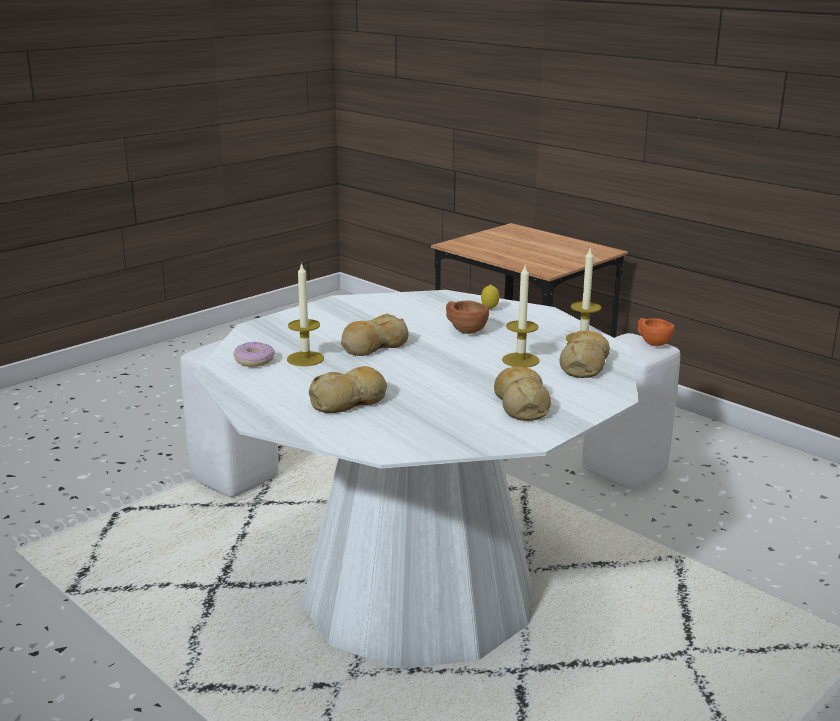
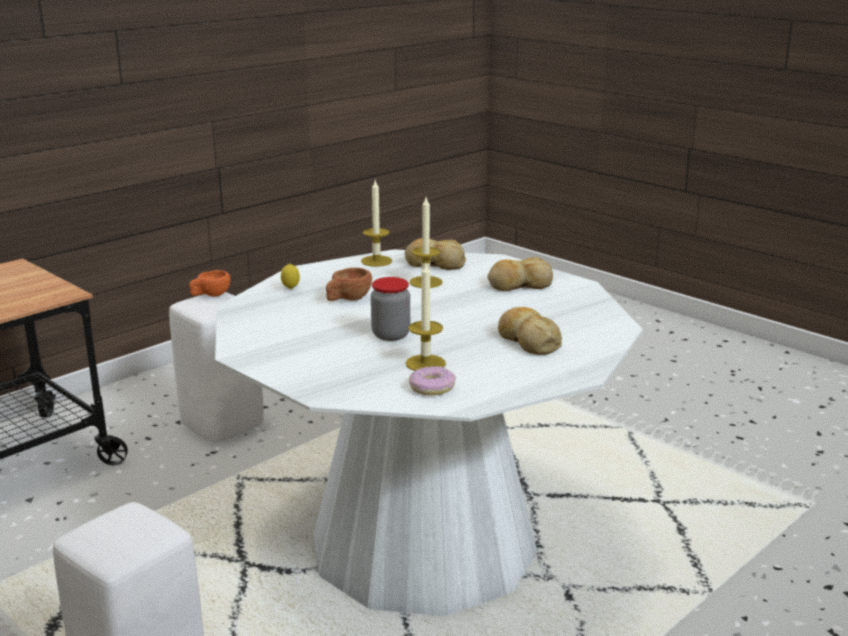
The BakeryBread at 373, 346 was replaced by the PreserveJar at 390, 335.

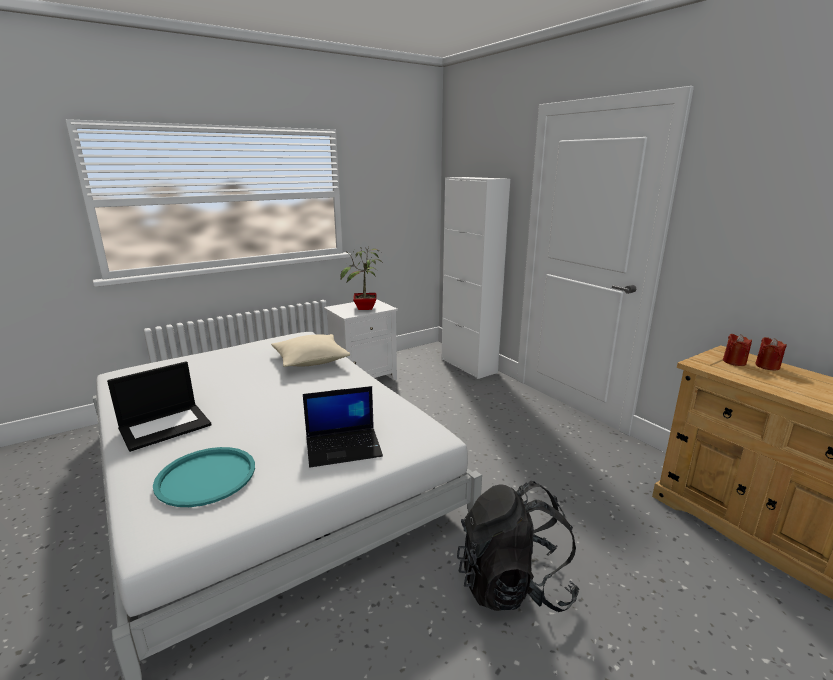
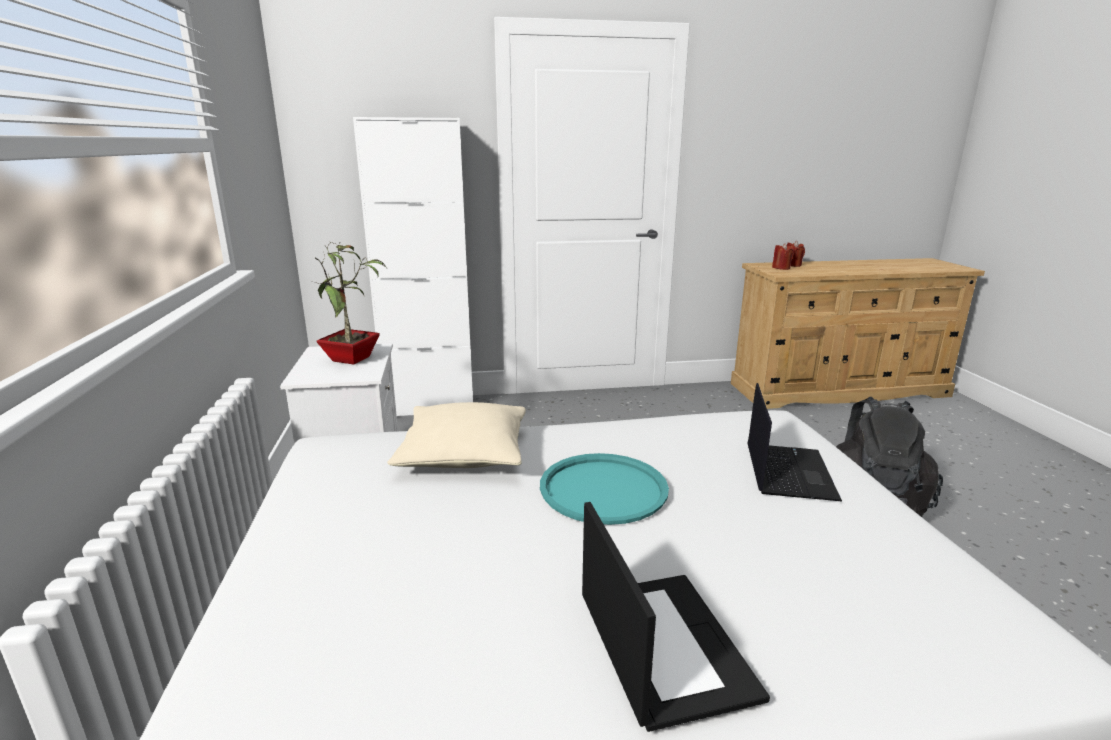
The TurquoiseColouredTray moved from 206, 477 to 603, 489.

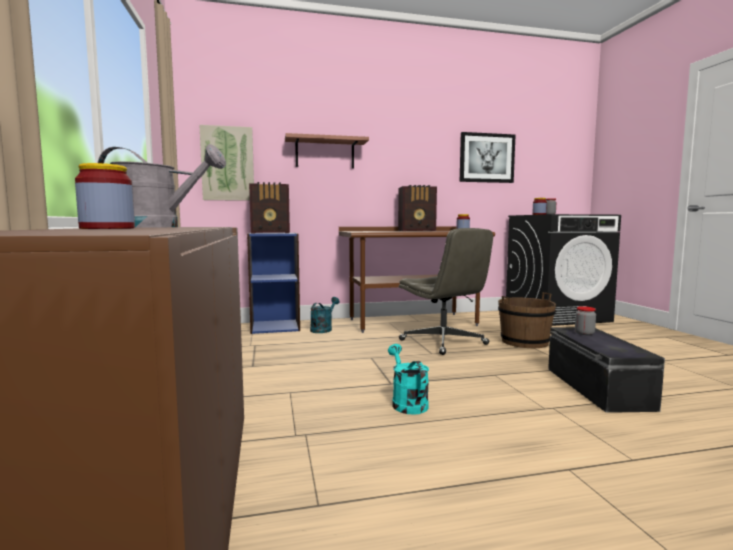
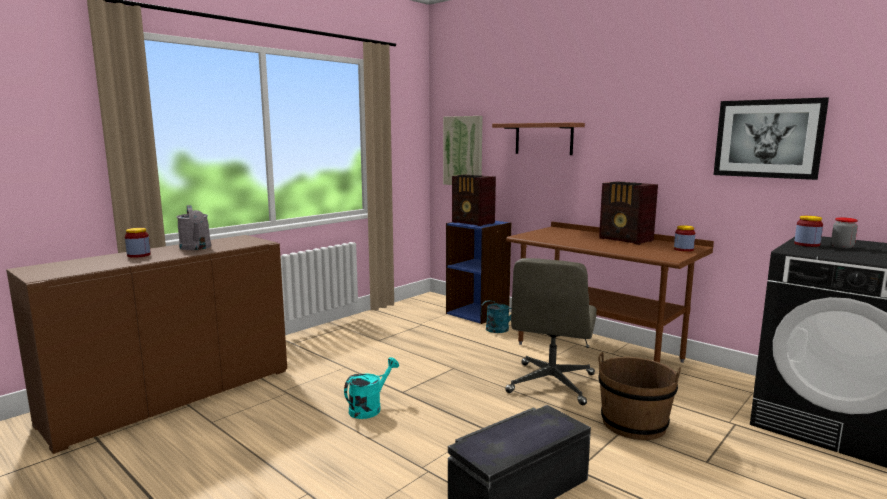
The PreserveJar at 584, 333 disappeared.

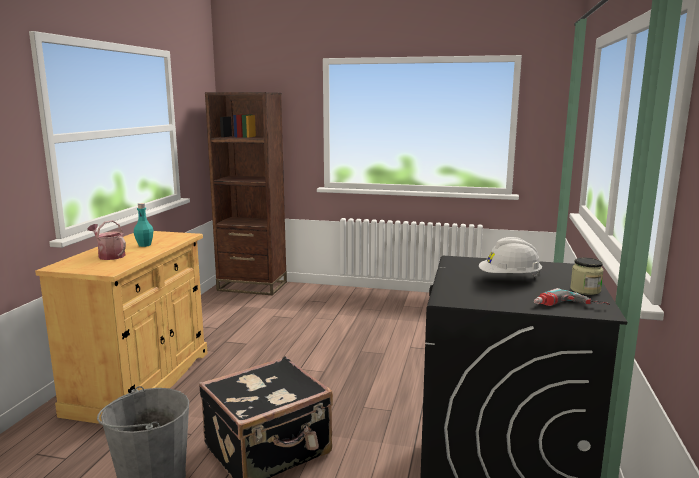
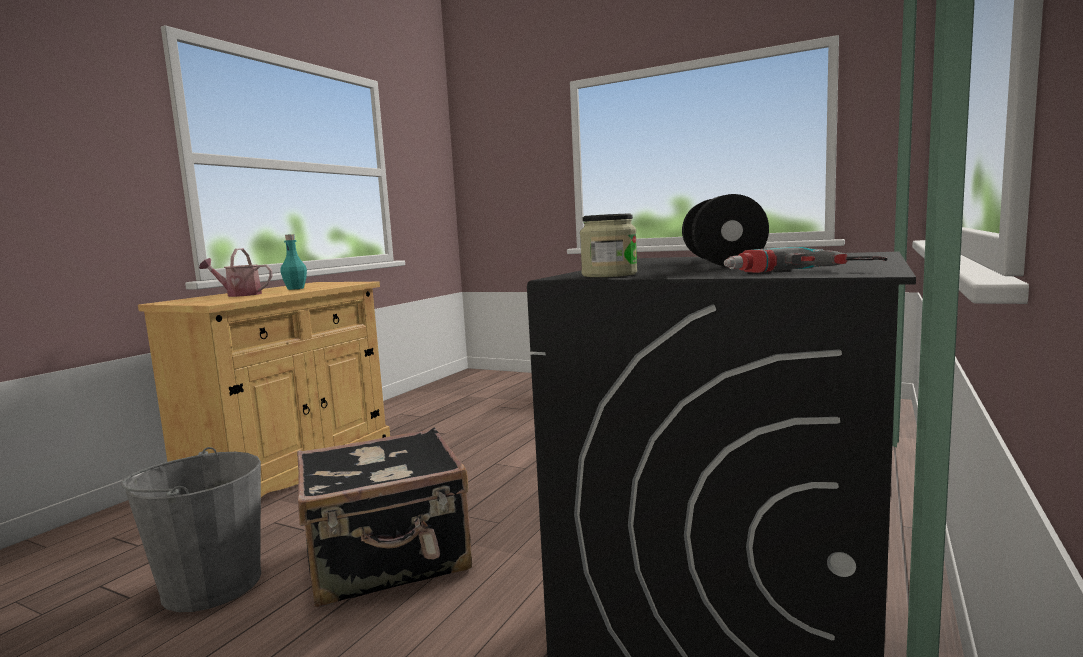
The BrownishBookshelf at 252, 286 disappeared. The WateringCan at 109, 255 turned 45 degrees counterclockwise. The WhiteHardHat at 509, 278 was replaced by the BlackFreeWeight at 720, 262. The PreserveJar moved from 585, 290 to 609, 275.

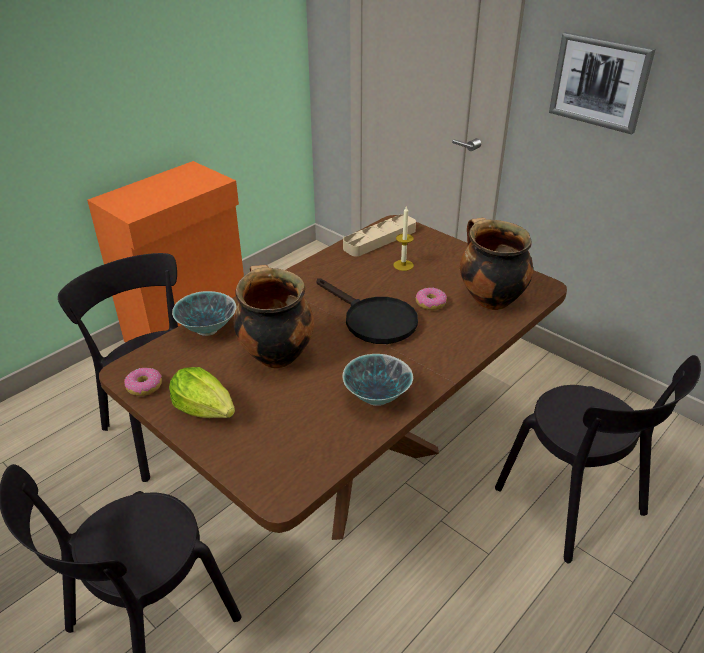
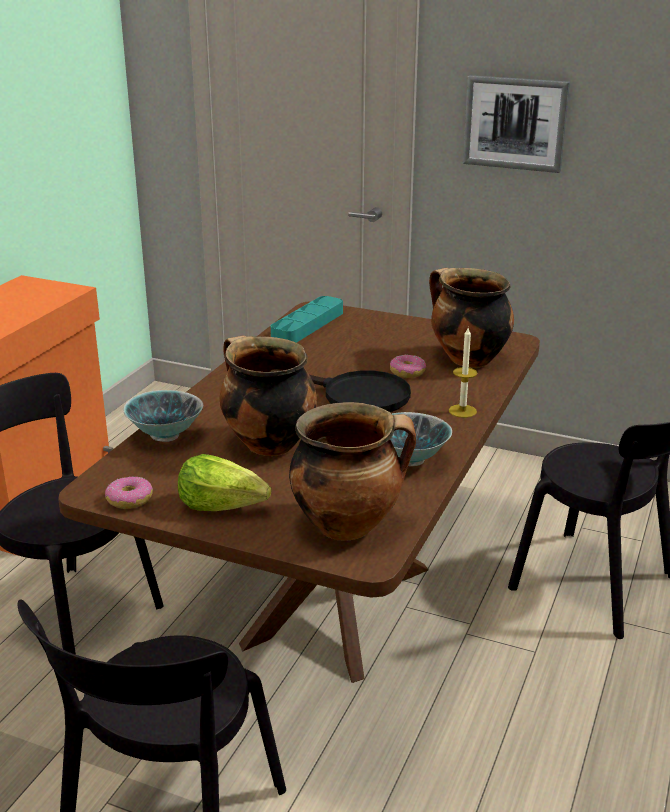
The WaxLight moved from 403, 265 to 462, 411. The SandColouredTray at 380, 239 became the TurquoiseColouredTray at 307, 325. The CookingPot at 348, 525 appeared.

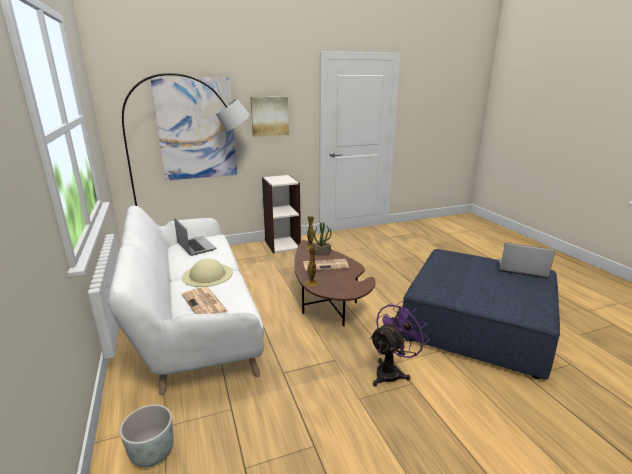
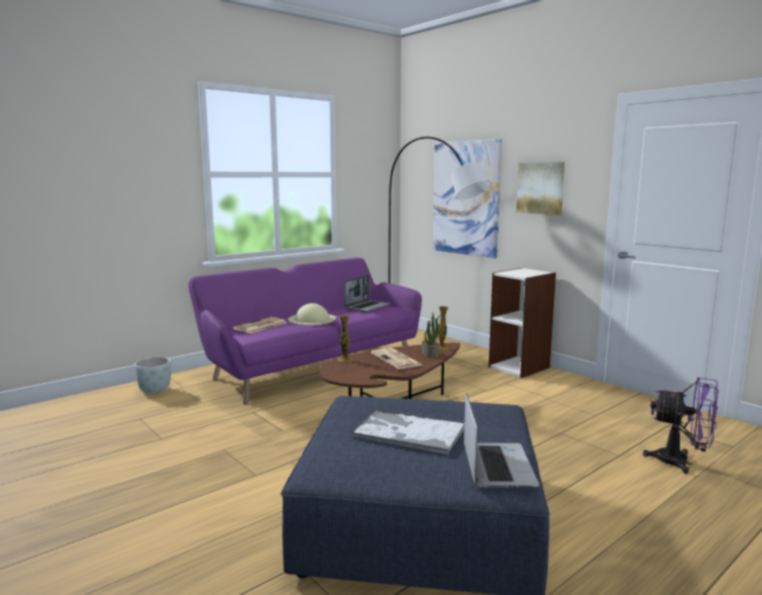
The WhiteSettee at 193, 323 became the PurpleColouredSettee at 311, 367. The PurpleColouredCoolingFan moved from 392, 371 to 681, 462. The Tray at 408, 432 appeared.

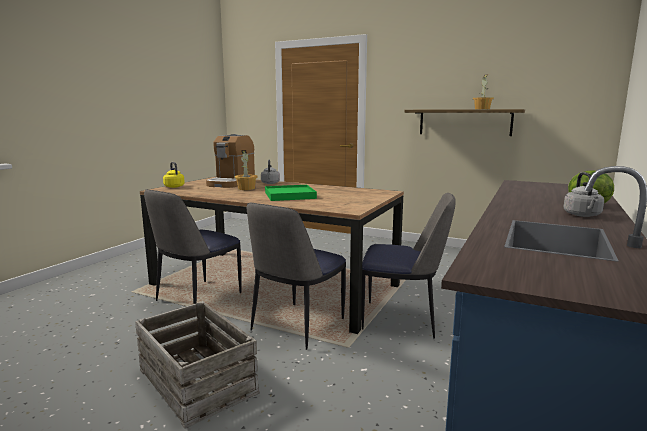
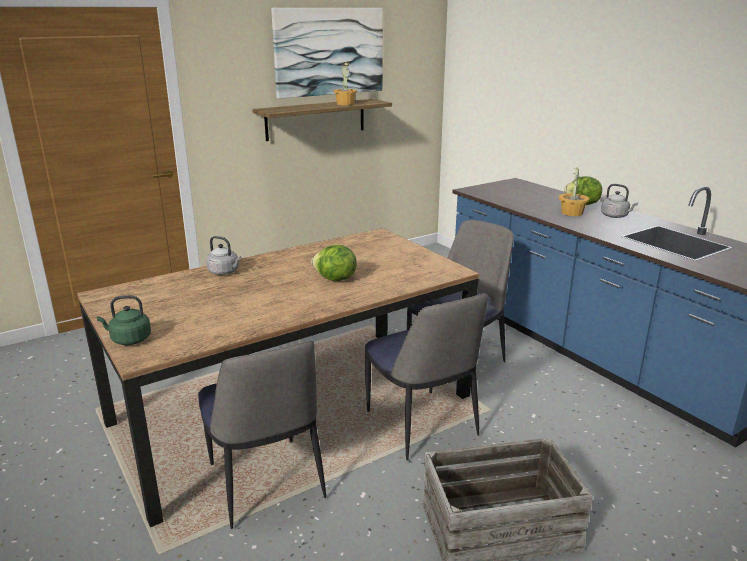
The CoffeeBrewer at 231, 183 disappeared. The PlantInAPot moved from 246, 188 to 572, 213. The YellowishWaterKettle at 174, 186 became the GreenColouredWaterKettle at 129, 340. The GreenColouredTray at 289, 195 was replaced by the HeadOfLettuce at 335, 279. The WallArt at 329, 51 appeared.

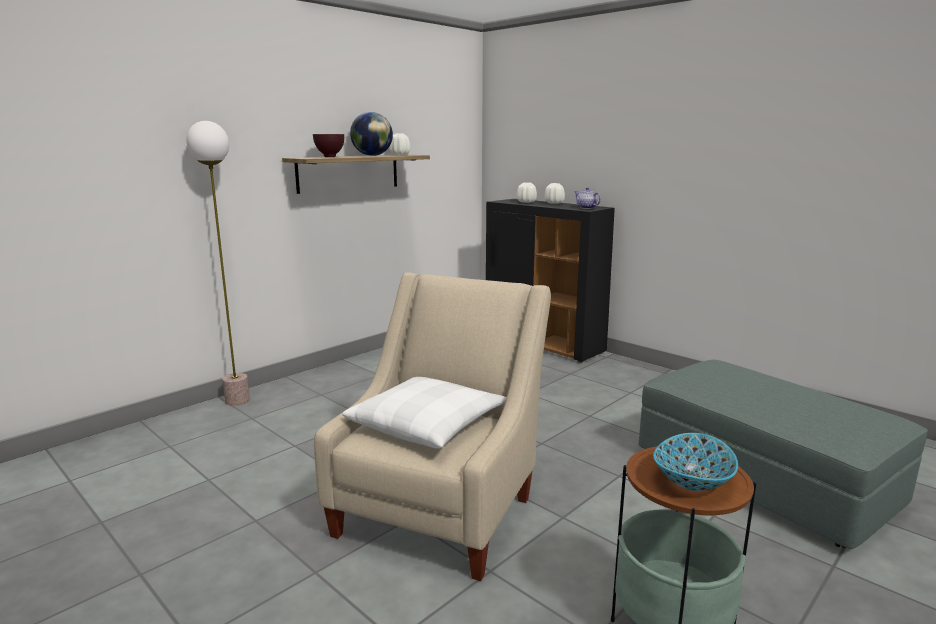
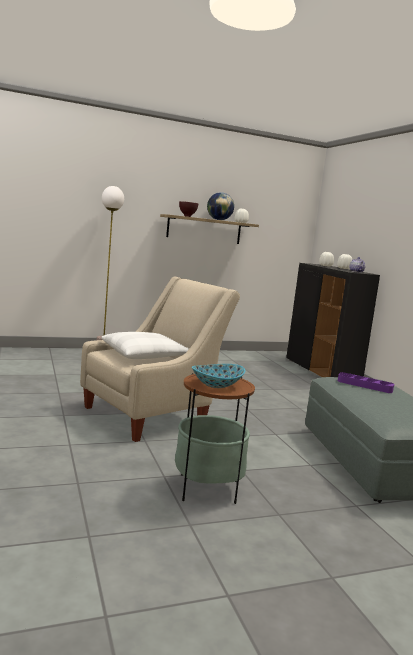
The PurpleColouredTray at 364, 385 appeared.

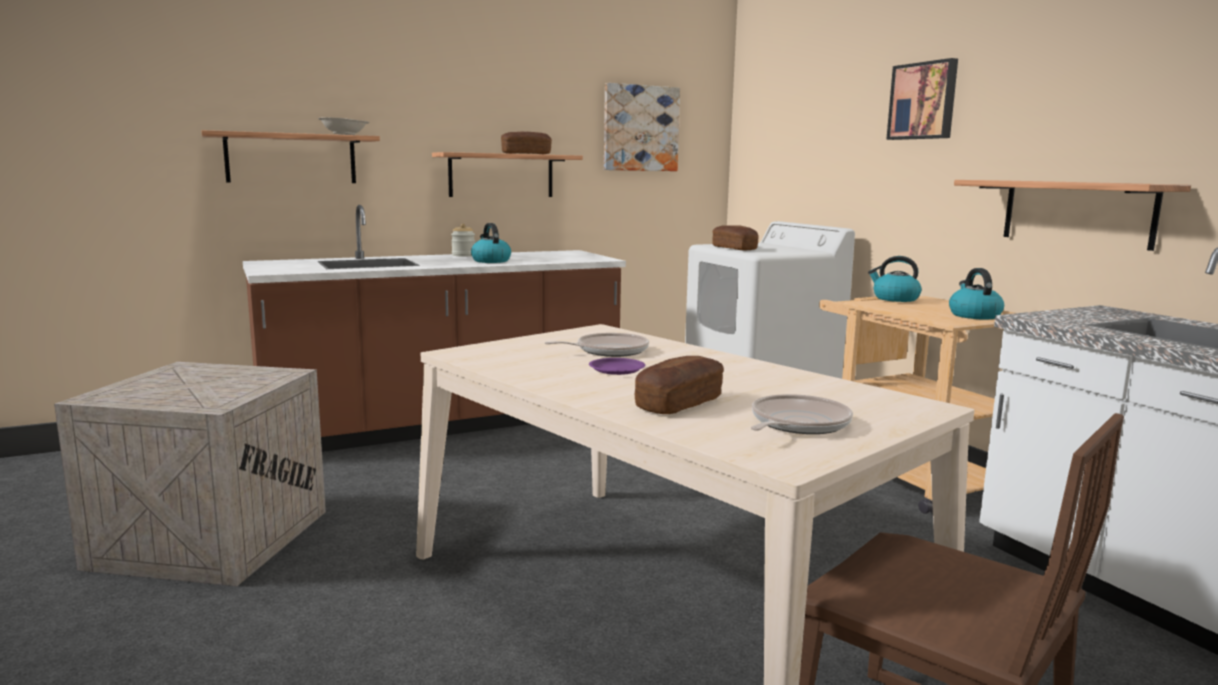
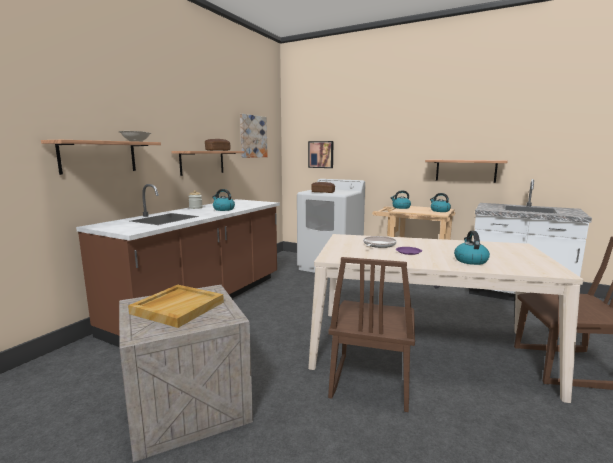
The WallArt moved from 923, 101 to 321, 154. The BakeryBread at 679, 403 was replaced by the WaterKettle at 470, 260. The Pan at 797, 424 disappeared. The BrownishChair at 370, 382 appeared. The SandColouredTray at 178, 307 appeared.

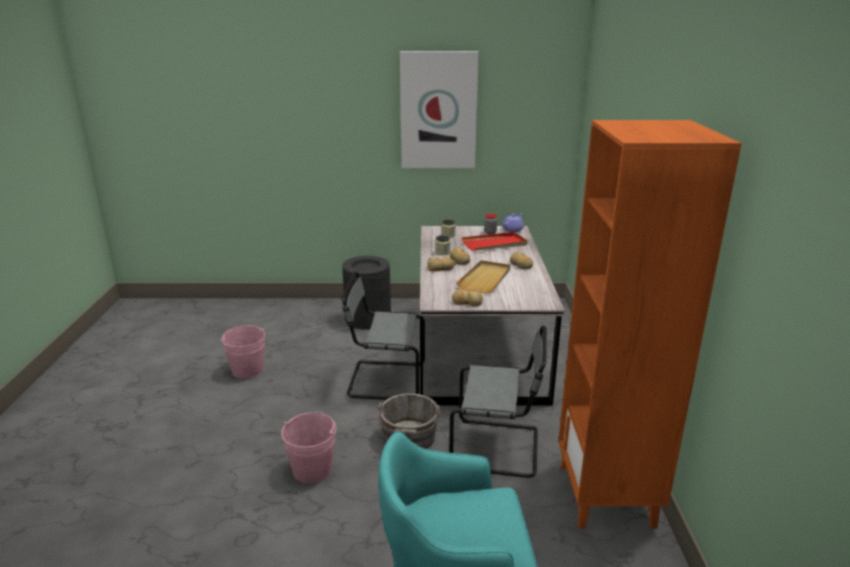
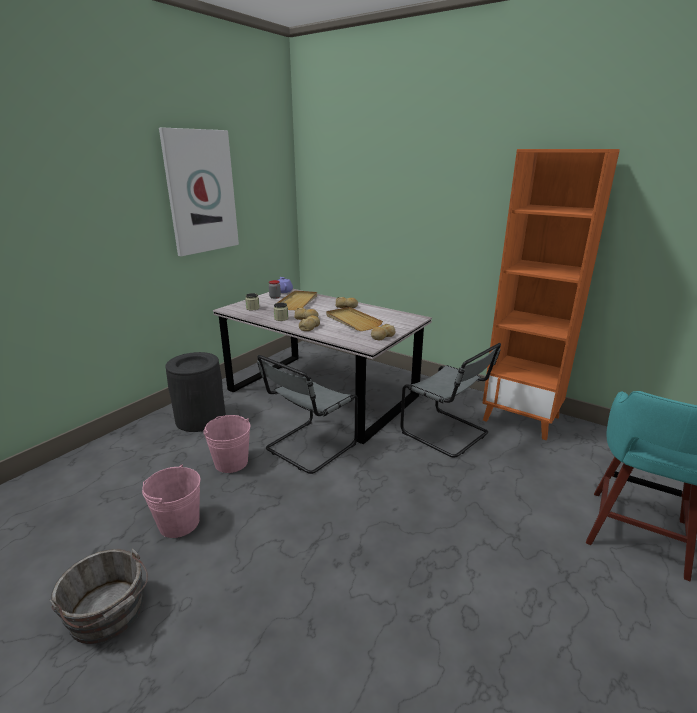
The ReddishTray at 495, 244 became the SandColouredTray at 298, 302. The GreyishChair at 499, 448 turned 90 degrees clockwise. The GreyishWaterBucket moved from 409, 439 to 109, 614. The PinkColouredWaterBucket moved from 312, 469 to 231, 462.

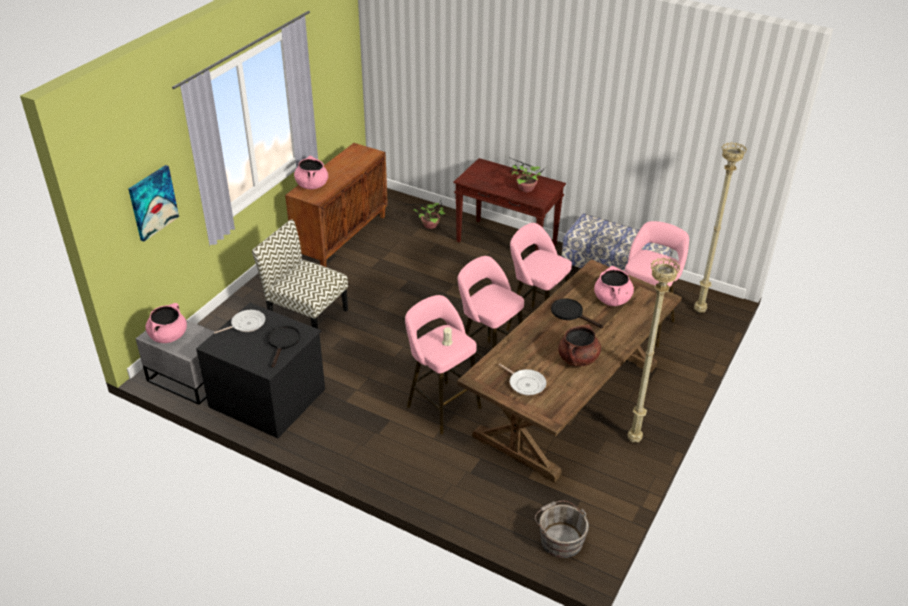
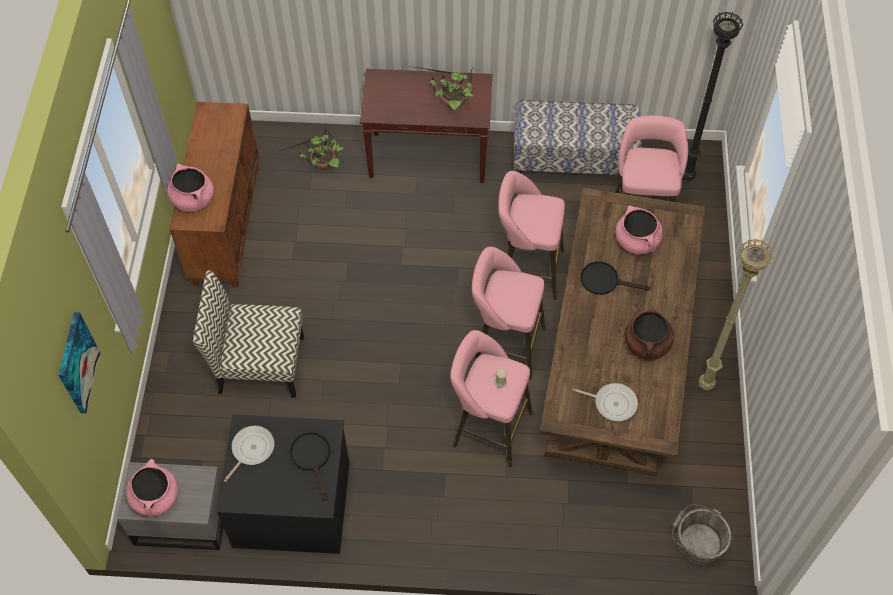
The SandColouredFloorLamp at 698, 311 became the BlackFloorLamp at 686, 178.

